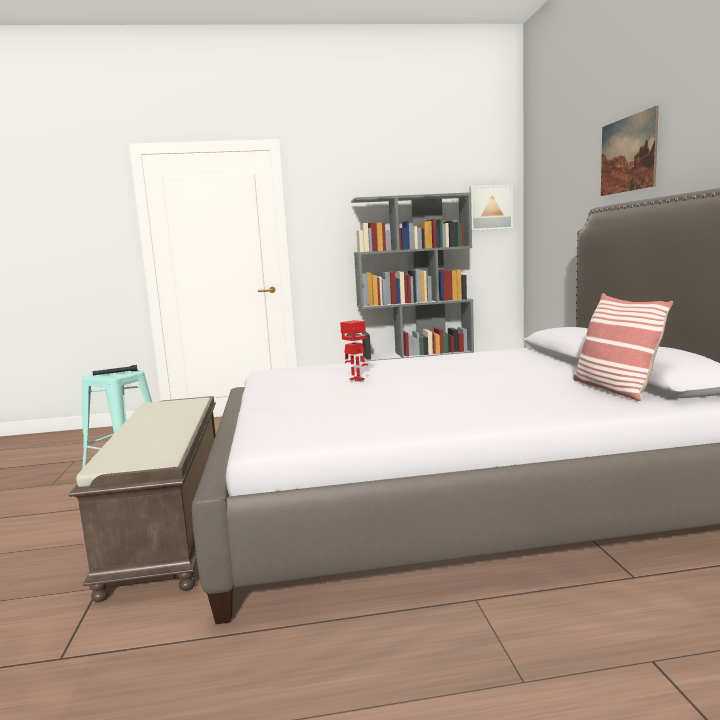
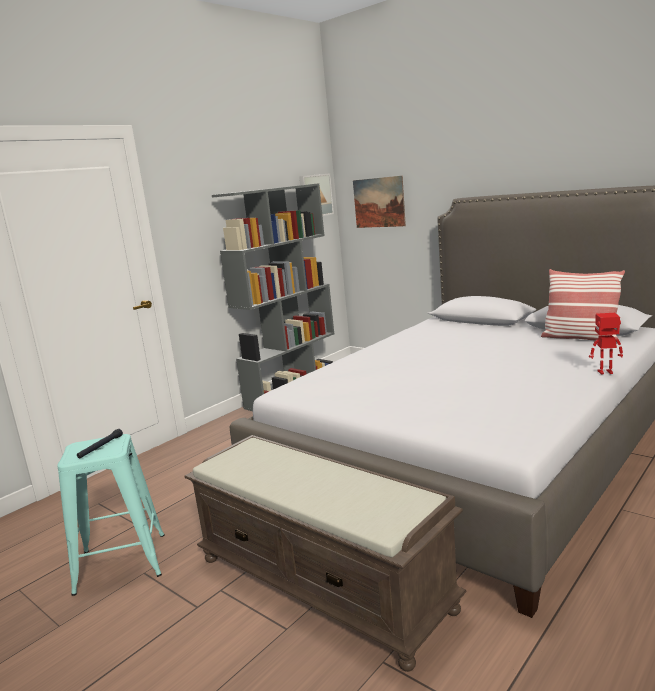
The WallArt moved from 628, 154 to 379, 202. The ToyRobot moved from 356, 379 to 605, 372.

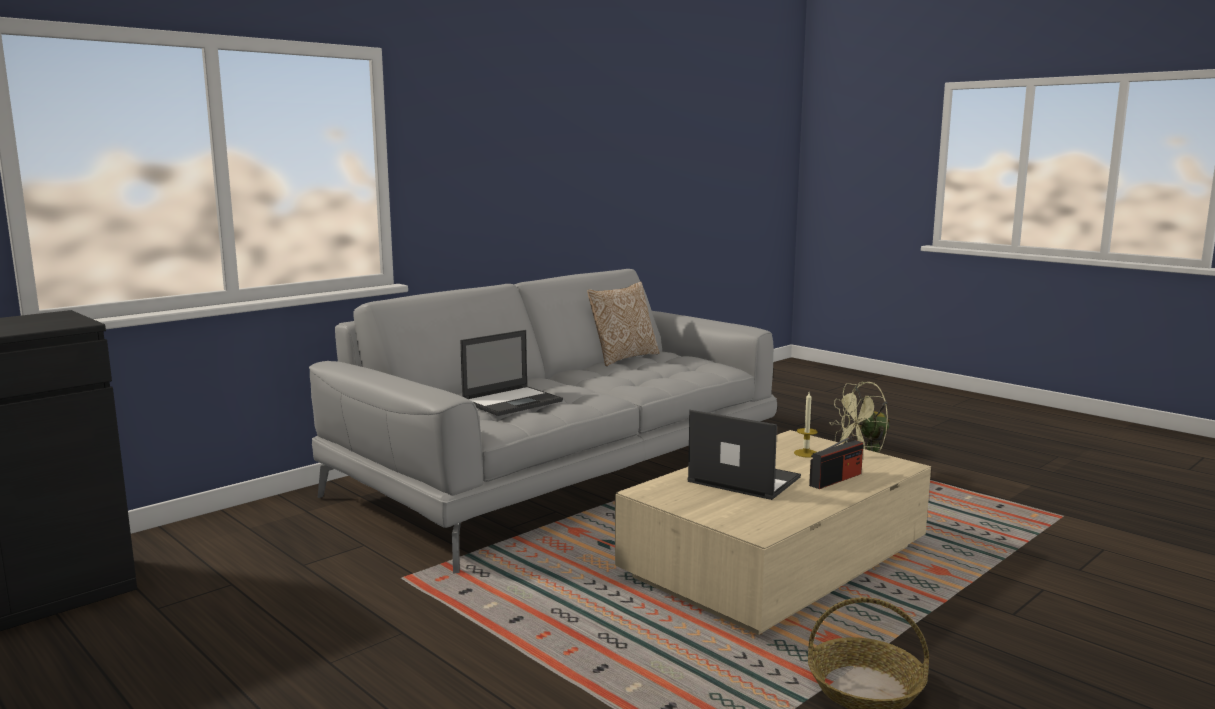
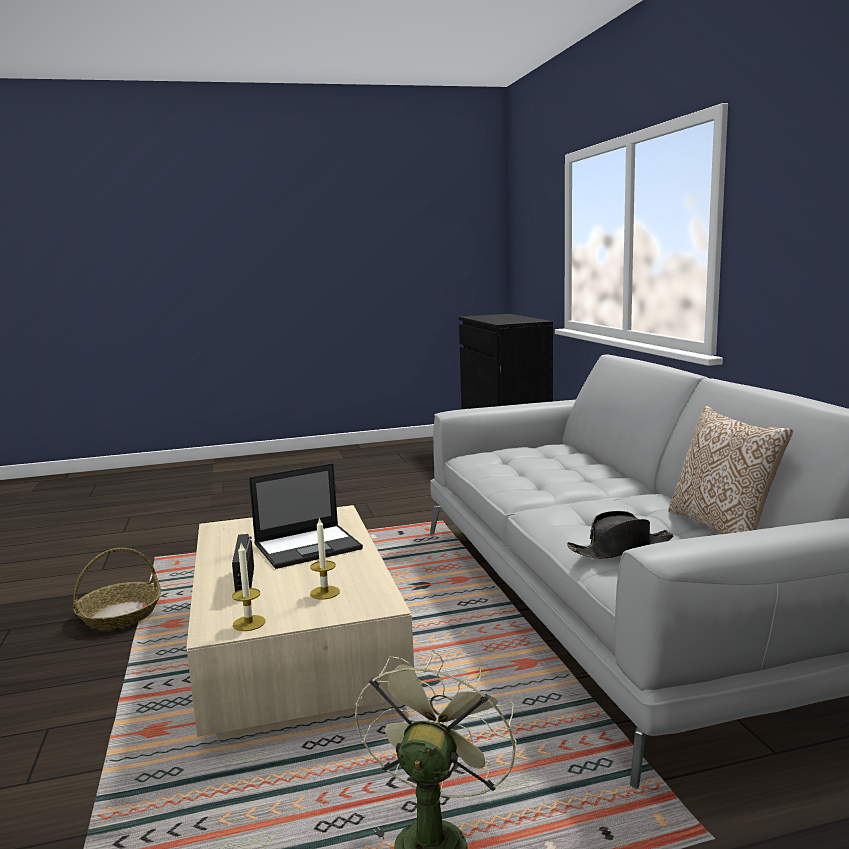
The PortableComputer at 513, 401 disappeared. The BlackWearableHat at 621, 549 appeared. The WaxLight at 249, 623 appeared.

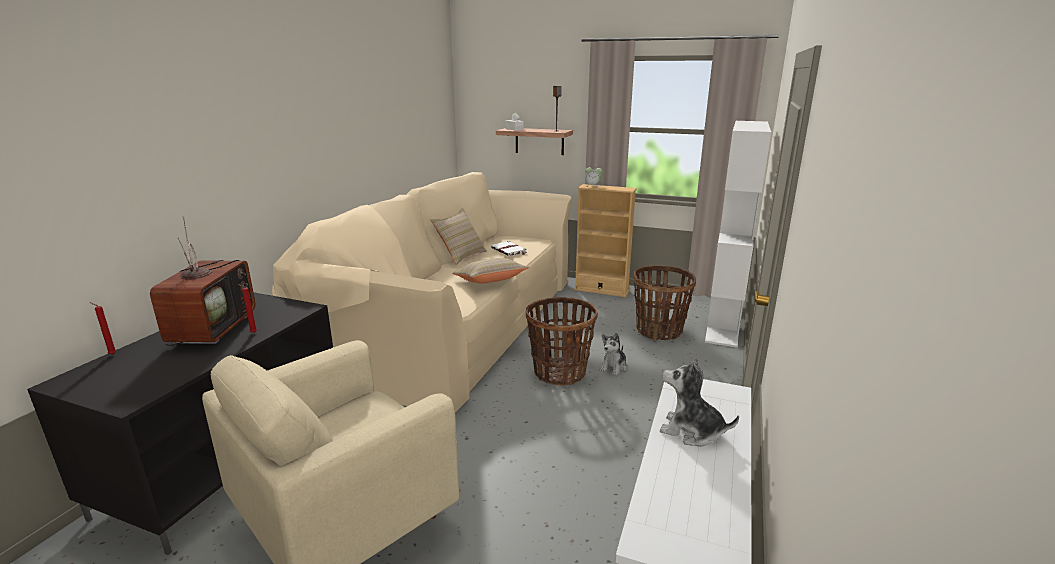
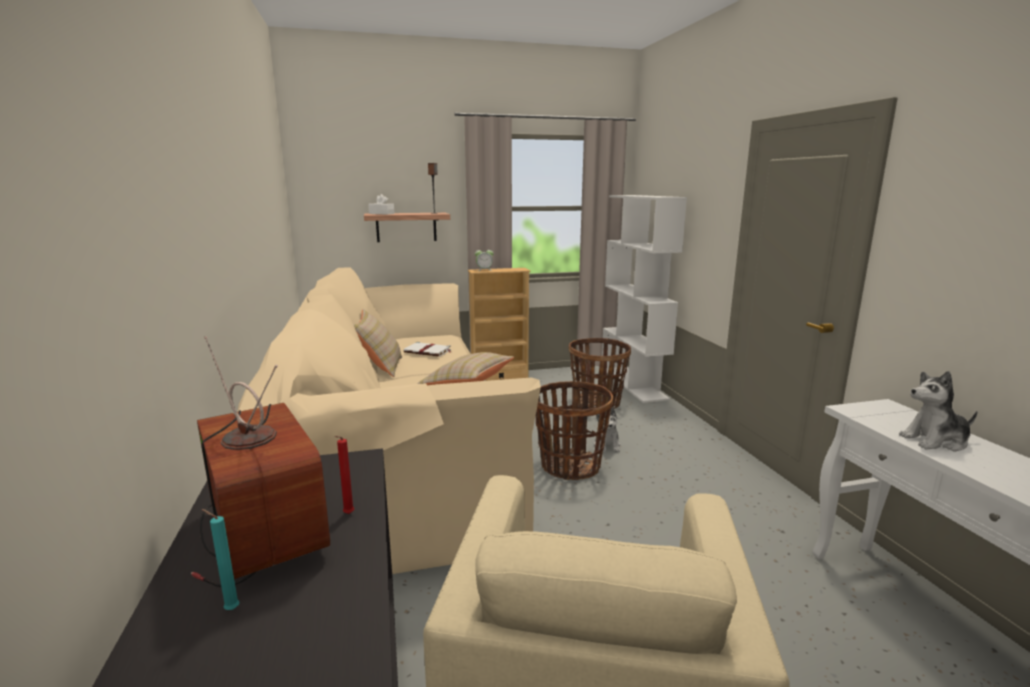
The ReddishWaxLight at 111, 354 disappeared. The TurquoiseColouredWaxLight at 230, 609 appeared.

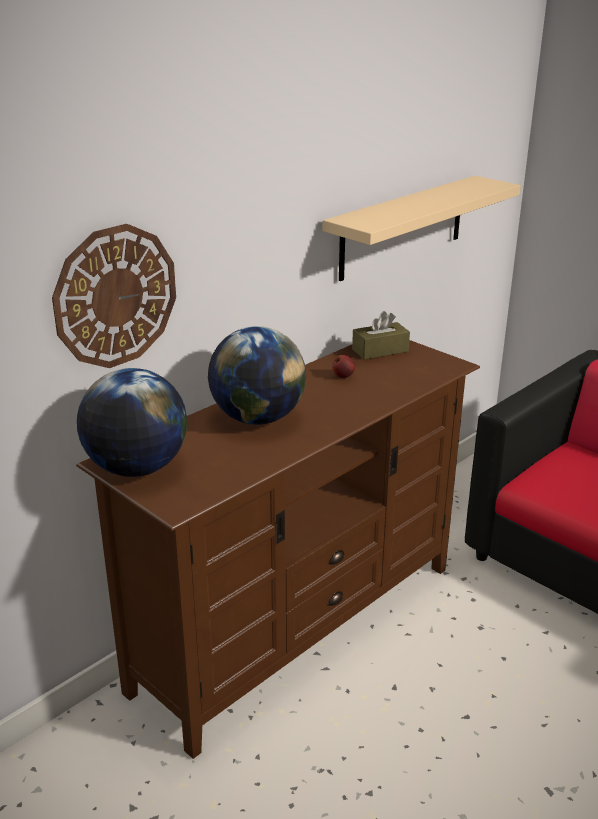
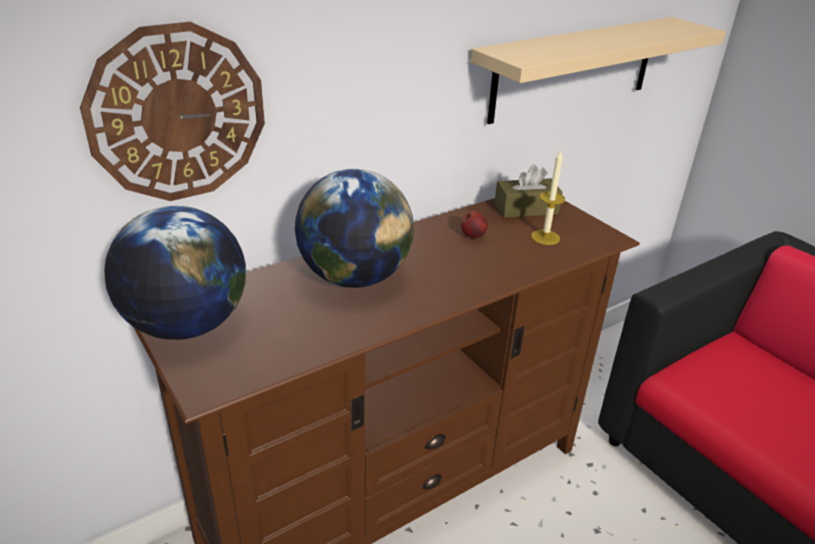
The WaxLight at 545, 237 appeared.

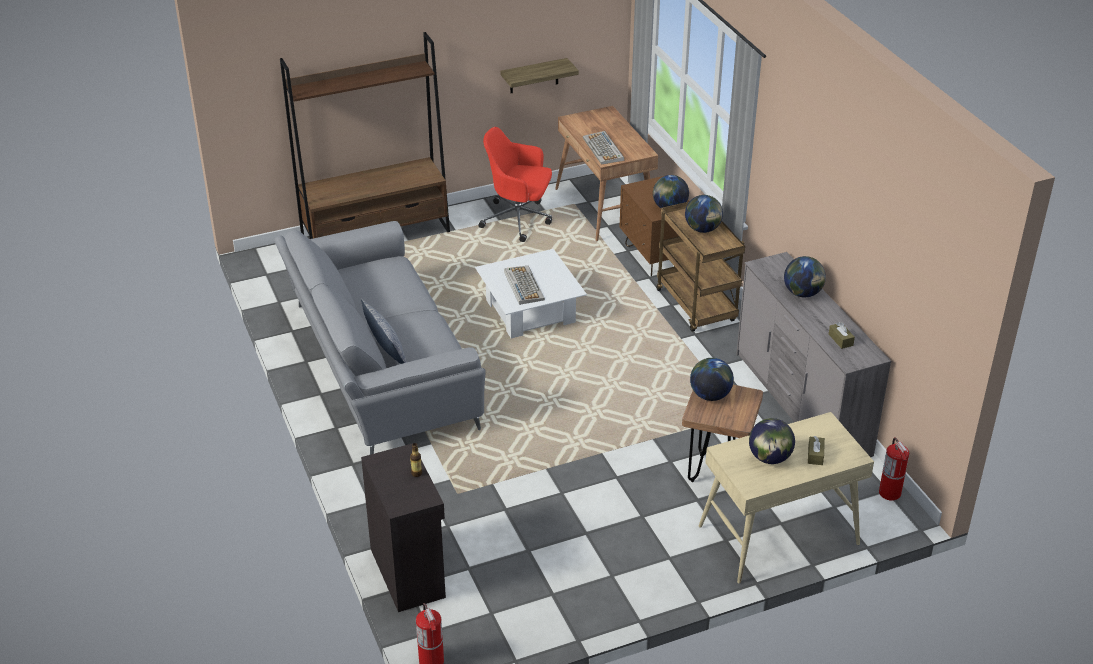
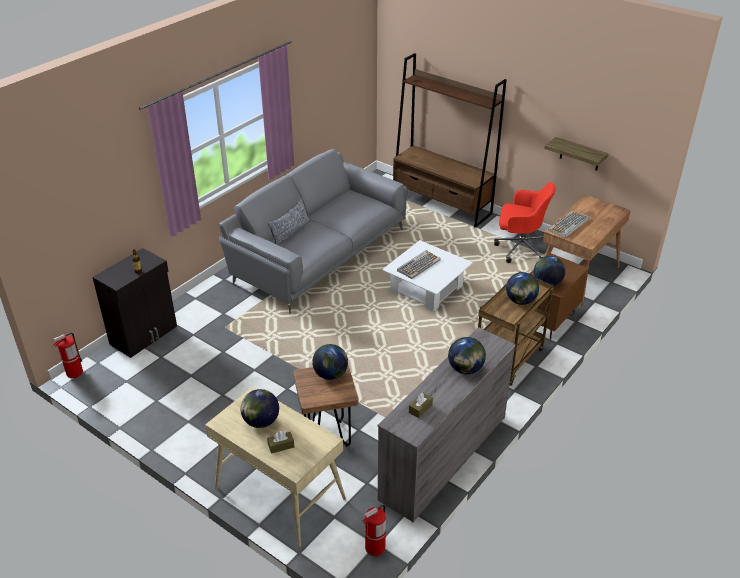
The ReddishDeskChair at 518, 219 turned 120 degrees clockwise.

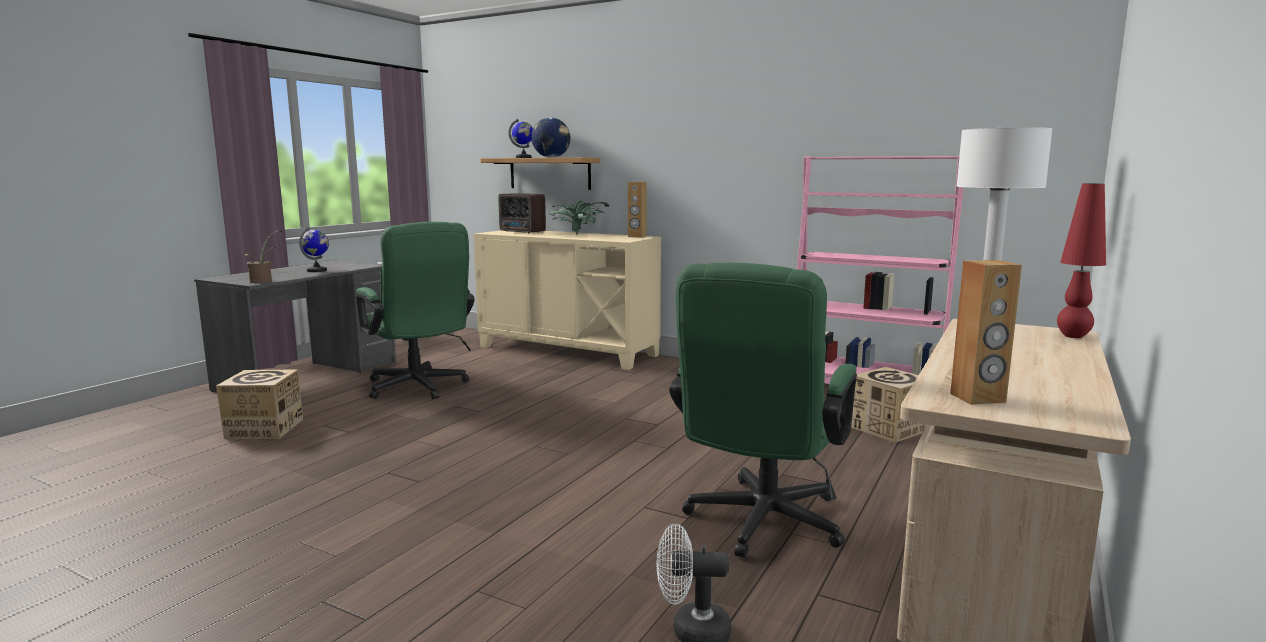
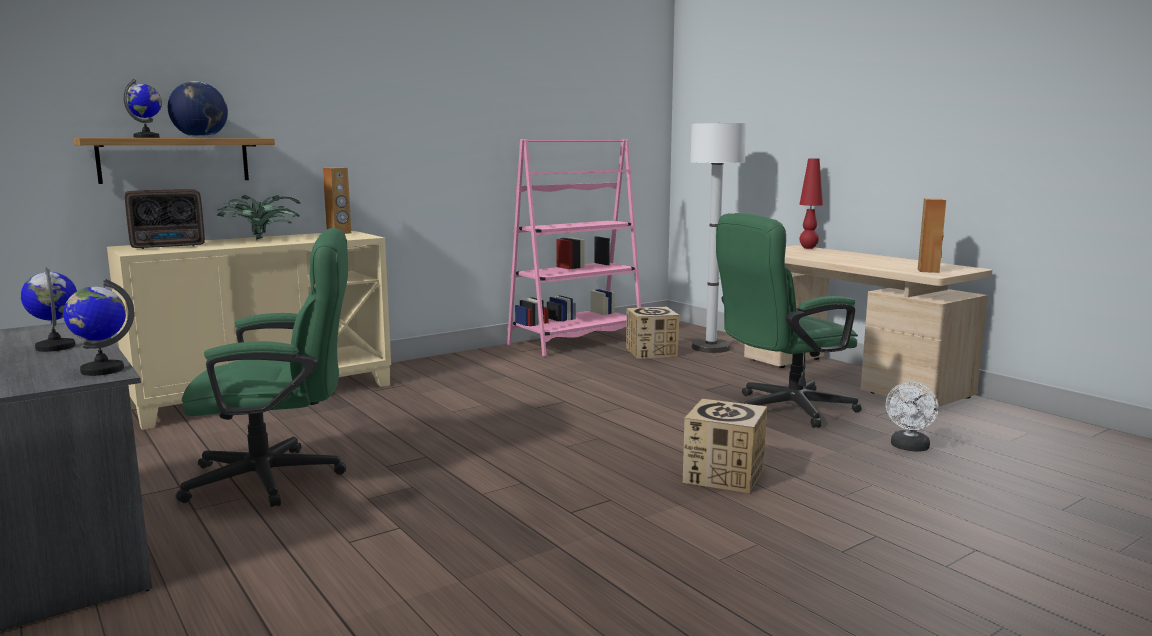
The PlantInAPot at 264, 281 was replaced by the WorldGlobe at 102, 370. The GreenColouredDeskChair at 760, 525 turned 105 degrees clockwise. The PackingBox moved from 264, 429 to 724, 475.

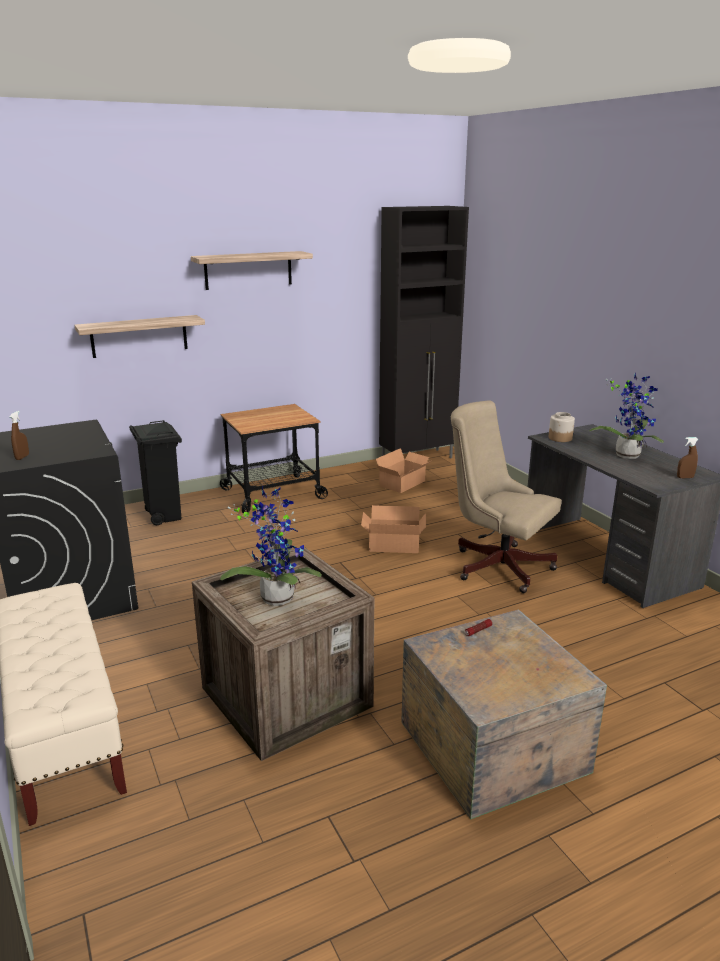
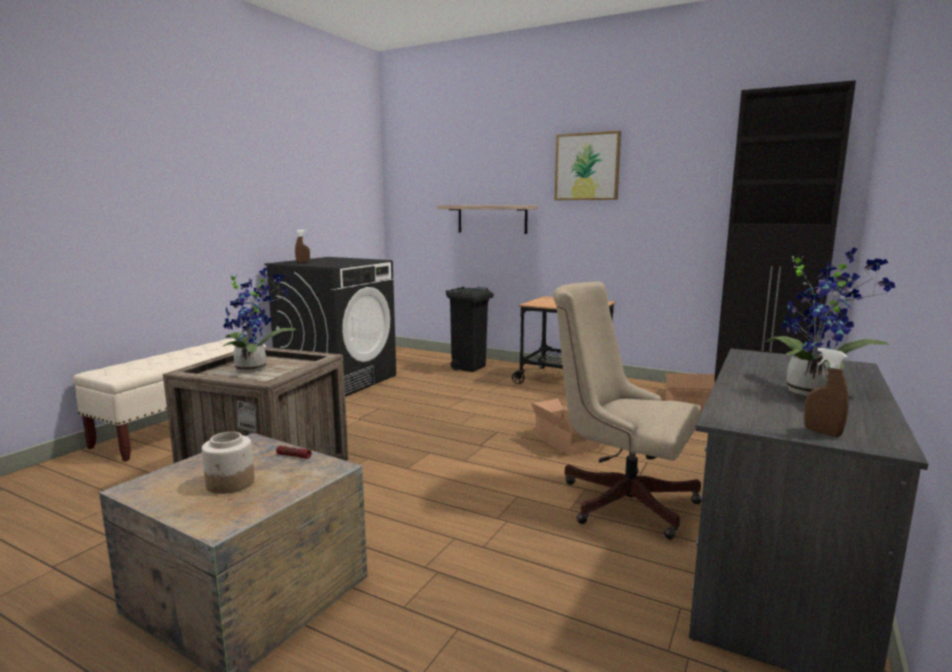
The Shelf at 248, 270 was replaced by the WallArt at 587, 167. The SandColouredDeskChair at 496, 564 turned 60 degrees counterclockwise. The PreserveJar moved from 560, 438 to 230, 483.

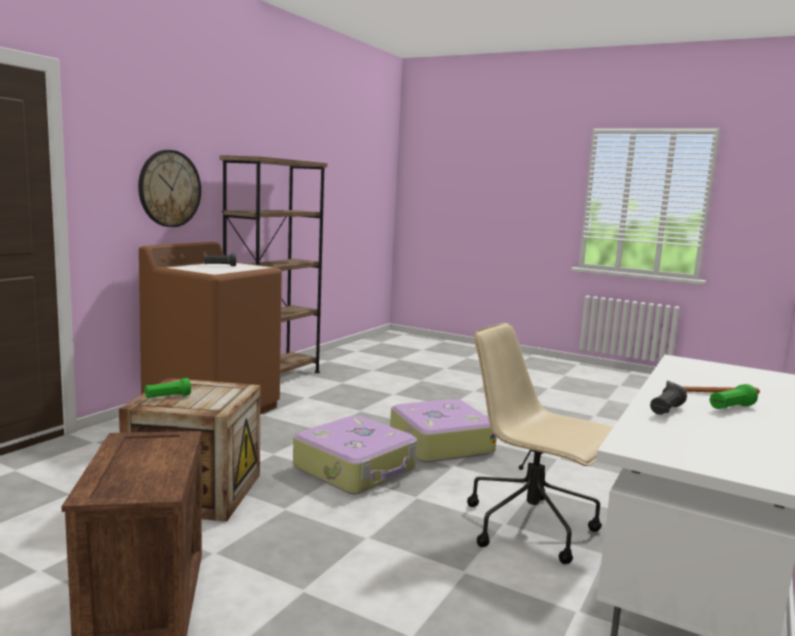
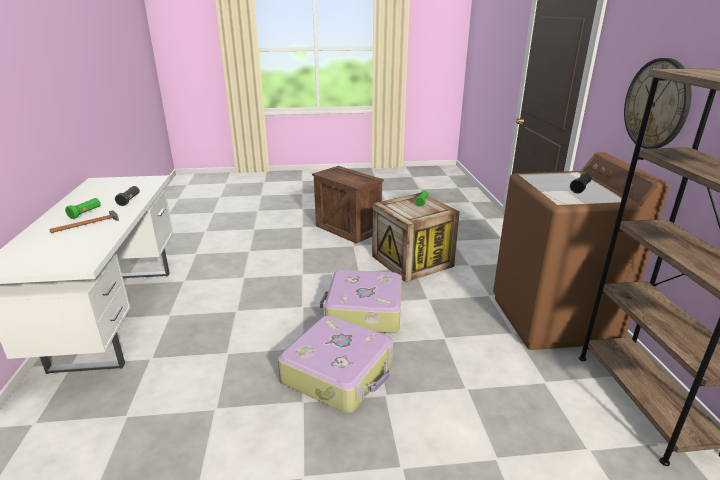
The SandColouredDeskChair at 532, 528 disappeared.

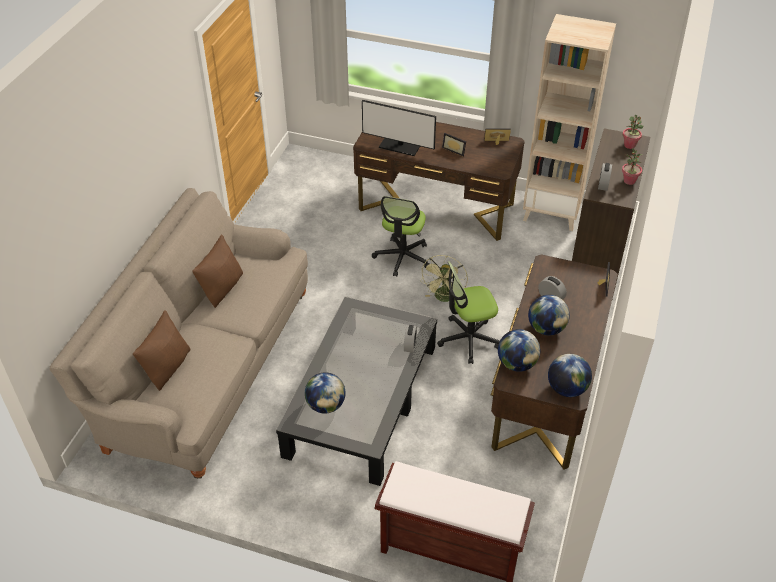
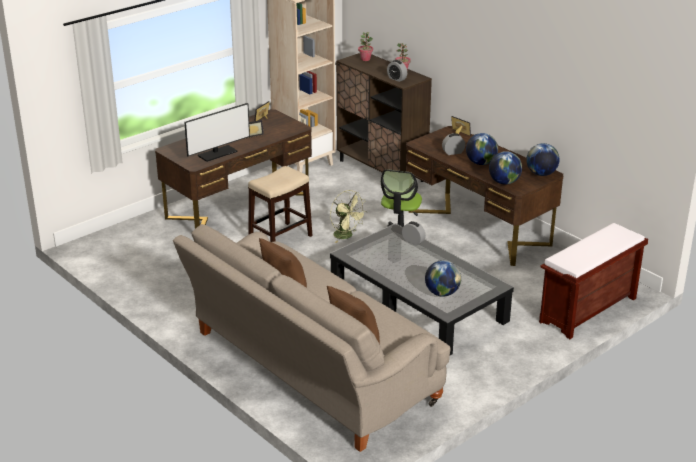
The DeskChair at 402, 257 was replaced by the StoolSeat at 280, 238.

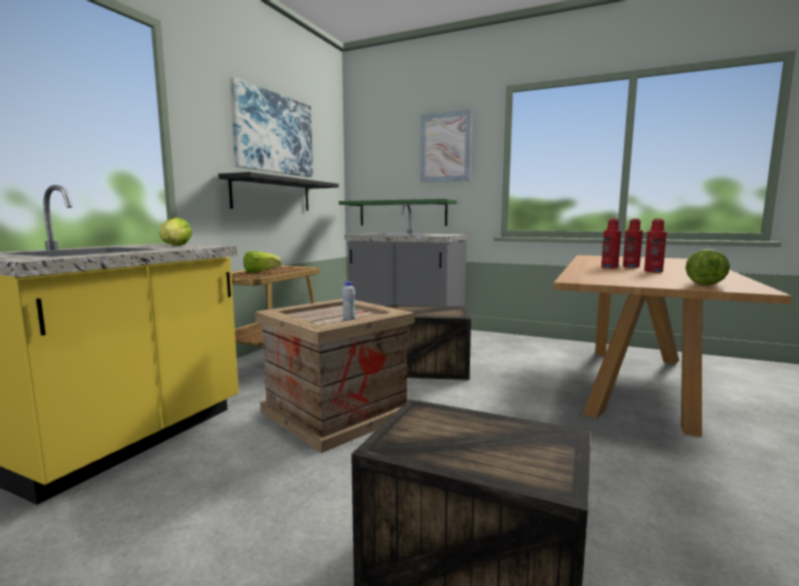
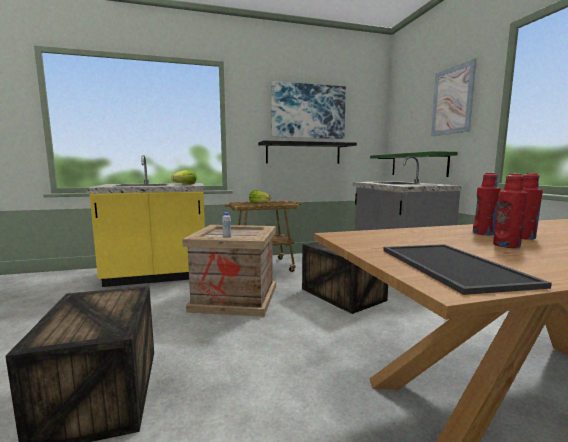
The HeadOfLettuce at 703, 283 was replaced by the Tray at 448, 266.

